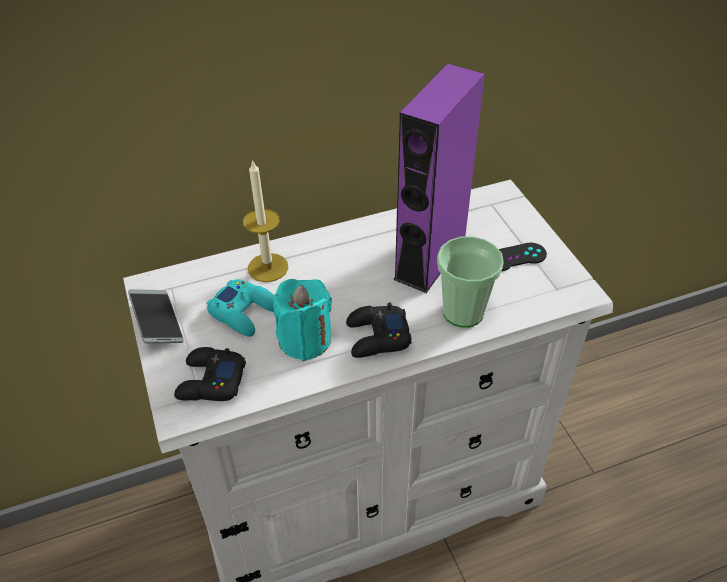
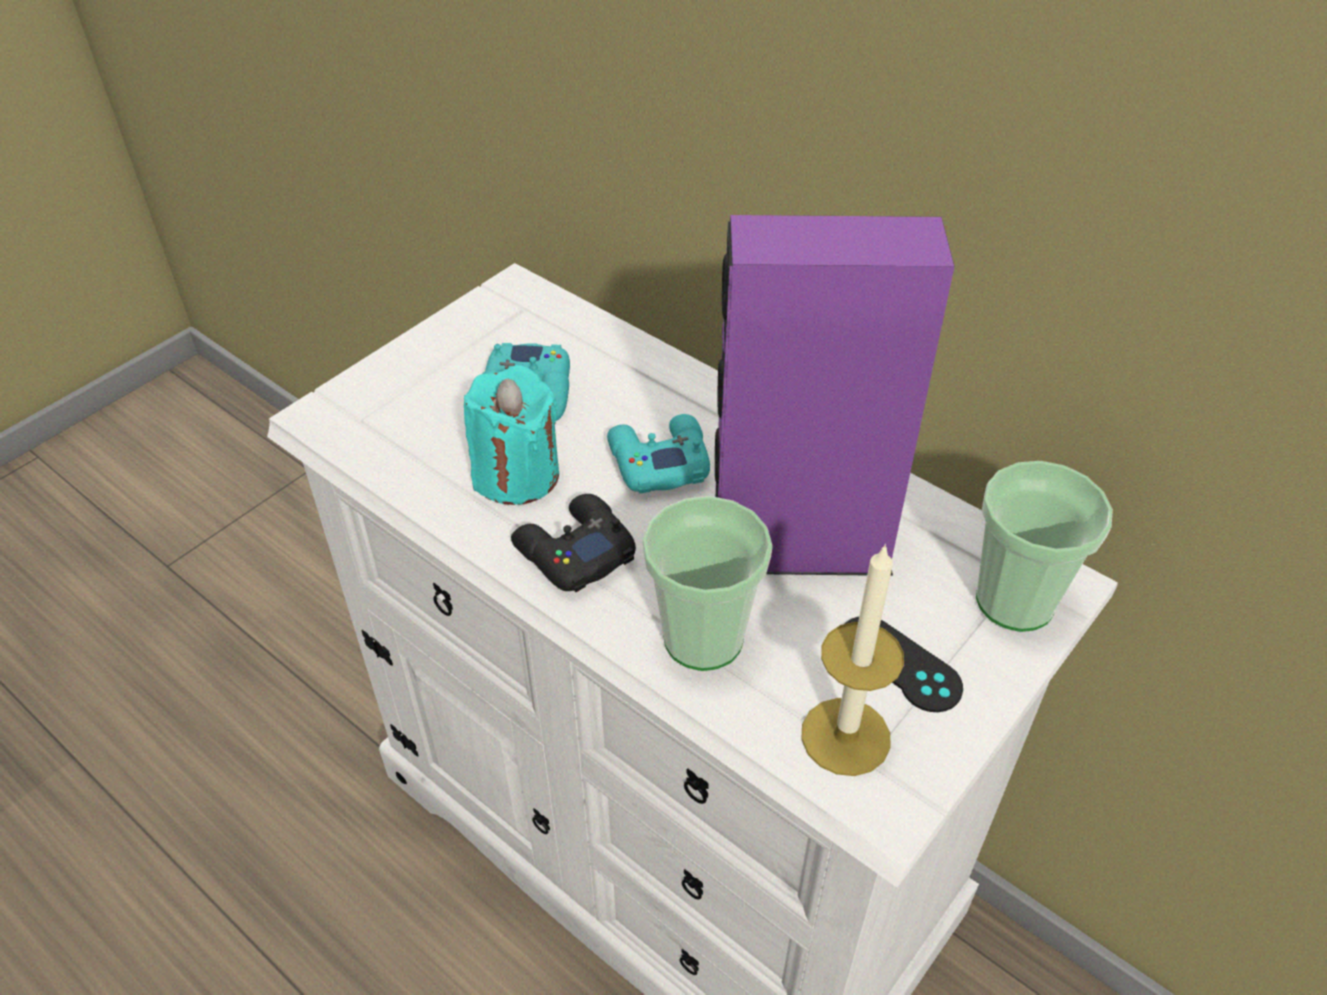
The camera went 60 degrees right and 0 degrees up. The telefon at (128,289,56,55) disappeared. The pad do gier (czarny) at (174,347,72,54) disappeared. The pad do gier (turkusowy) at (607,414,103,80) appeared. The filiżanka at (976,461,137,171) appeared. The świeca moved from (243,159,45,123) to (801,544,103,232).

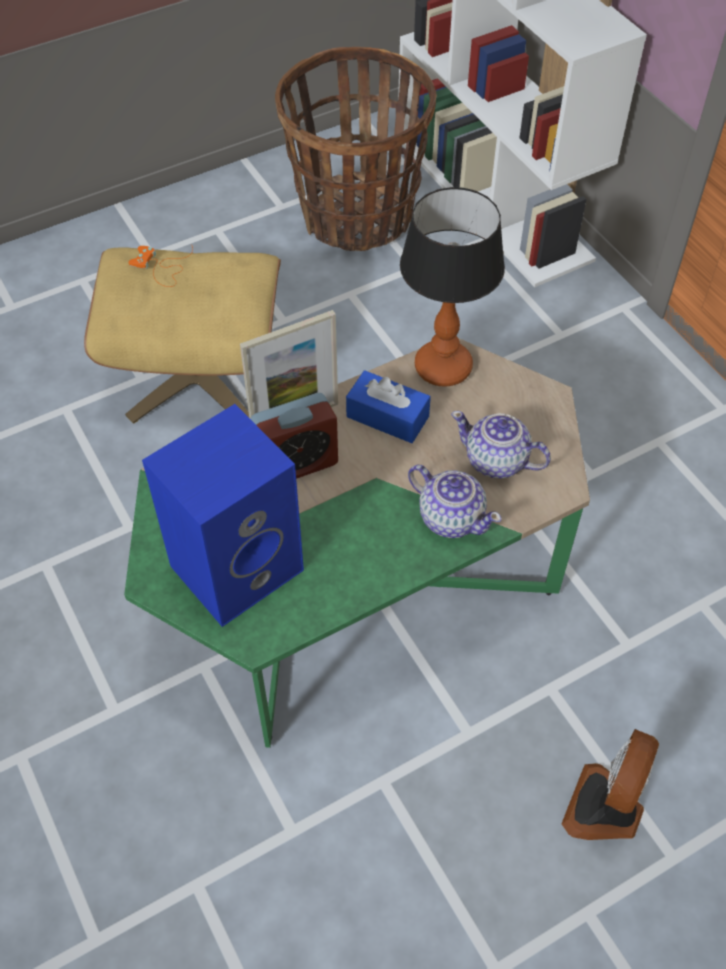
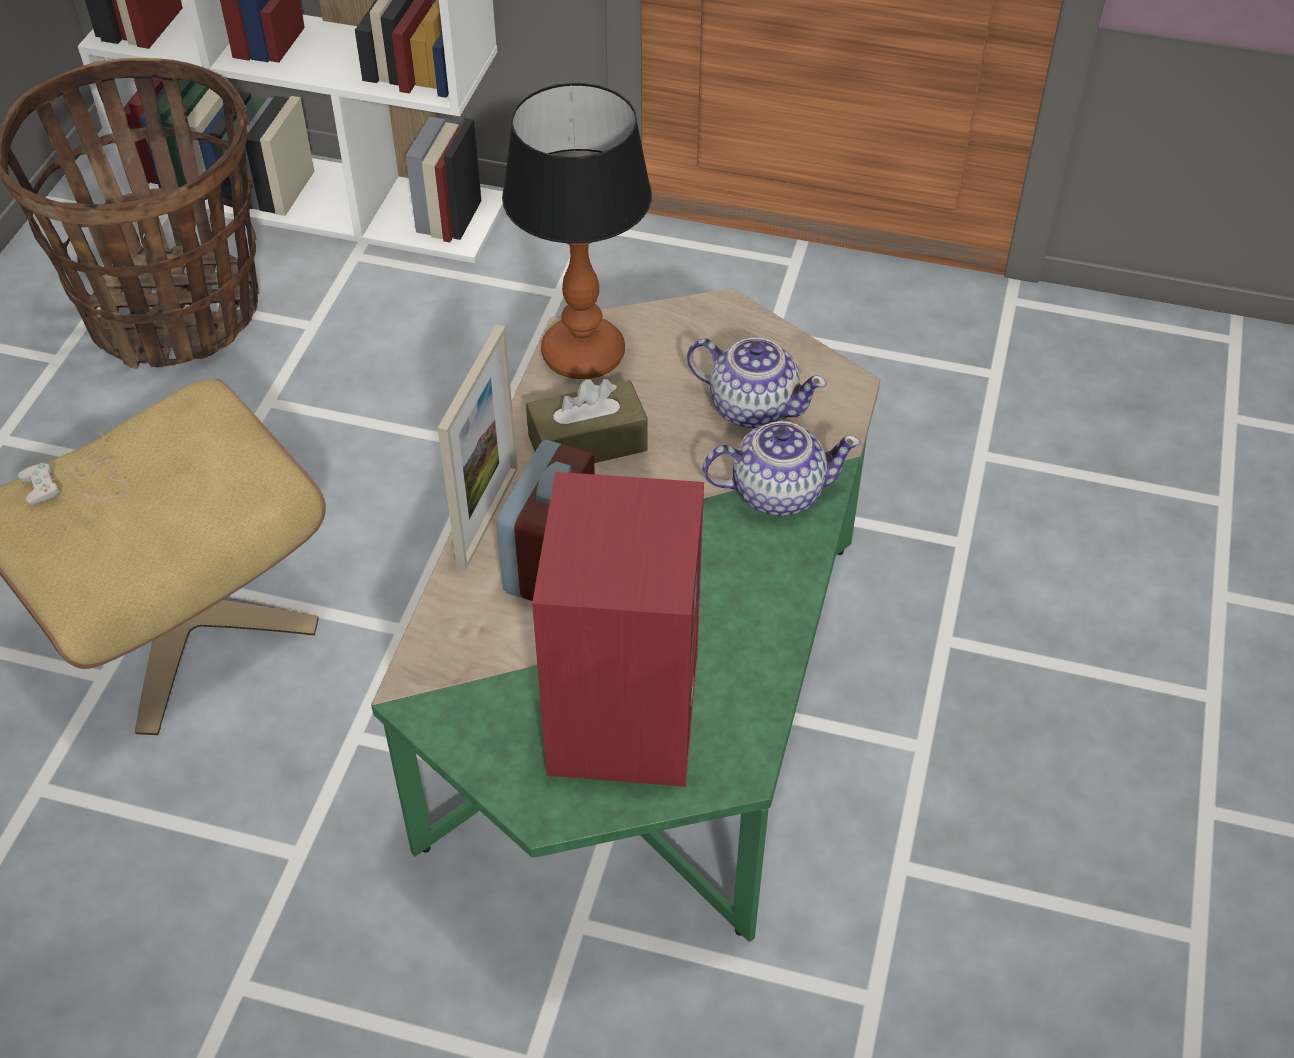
The camera went 45 degrees left and 5 degrees down. The wentylator at (561,729,98,111) disappeared. The pad do gier (pomarańczowy) at (129,244,64,43) became the pad do gier (biały) at (18,428,110,77). The głośnik (niebieski) at (142,404,162,223) became the głośnik (czerwony) at (532,472,172,315). The pudełko chusteczek (niebieski) at (346,370,85,73) became the pudełko chusteczek (brązowy) at (526,379,122,84). The imbryk at (451,411,100,67) turned 135 degrees counterclockwise.

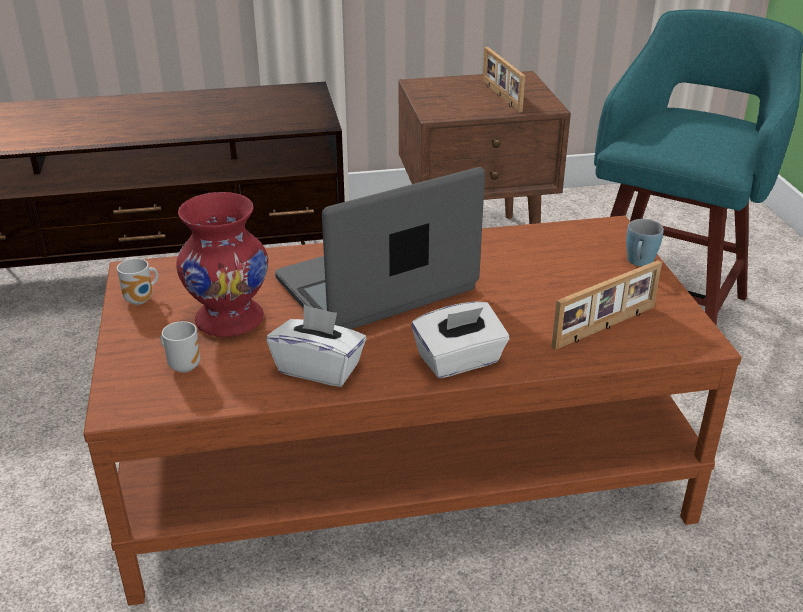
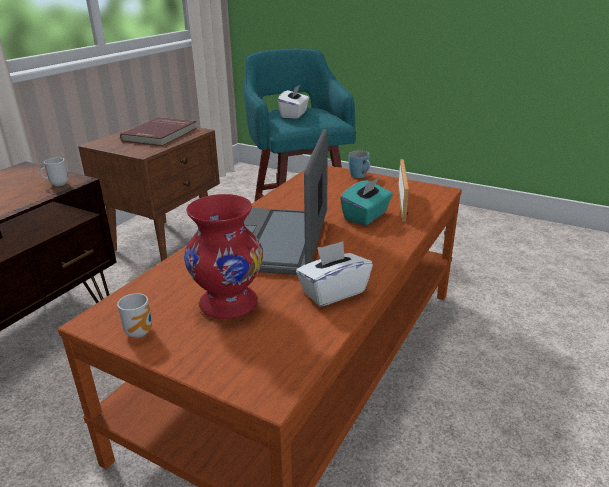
The camera went 50 degrees left and 5 degrees down. The pudełko chusteczek (turkusowy) at (340,178,53,47) appeared. The kubek moved from (160,321,40,52) to (40,158,28,28). The pudełko chusteczek (biały) moved from (411,301,98,77) to (278,85,31,34). The ramka na zdjęcie at (483,47,42,65) was replaced by the książka (czerwony) at (120,117,77,29).

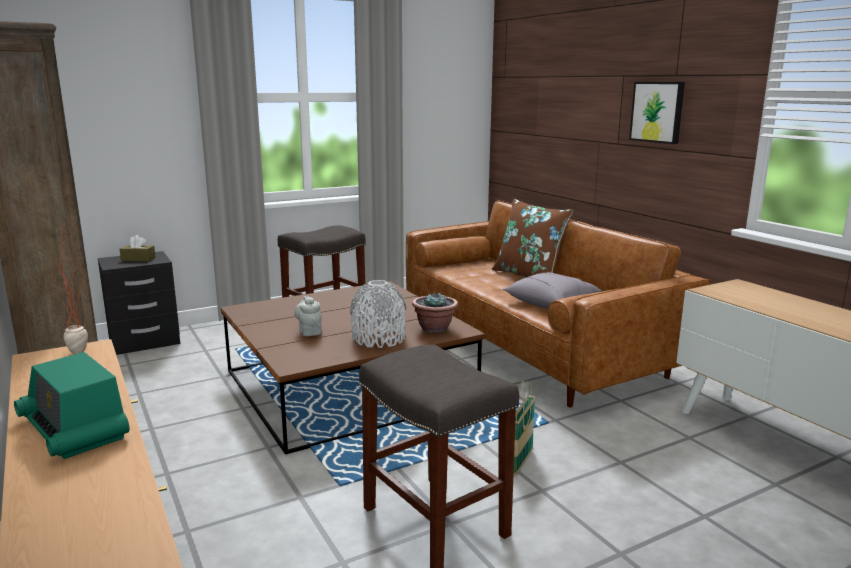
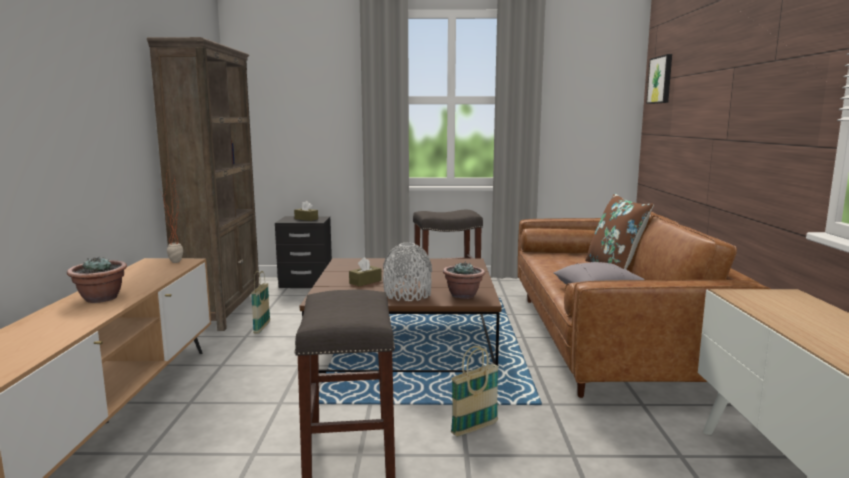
The camera went 30 degrees right and 5 degrees down. The koszyk at (251,271,19,62) appeared. The obraz moved from (629,82,56,62) to (646,54,26,50). The radio at (14,352,115,107) was replaced by the roślina doniczkowa at (67,257,60,46). The imbryk (szary) at (294,296,28,40) was replaced by the pudełko chusteczek (brązowy) at (349,257,33,29).

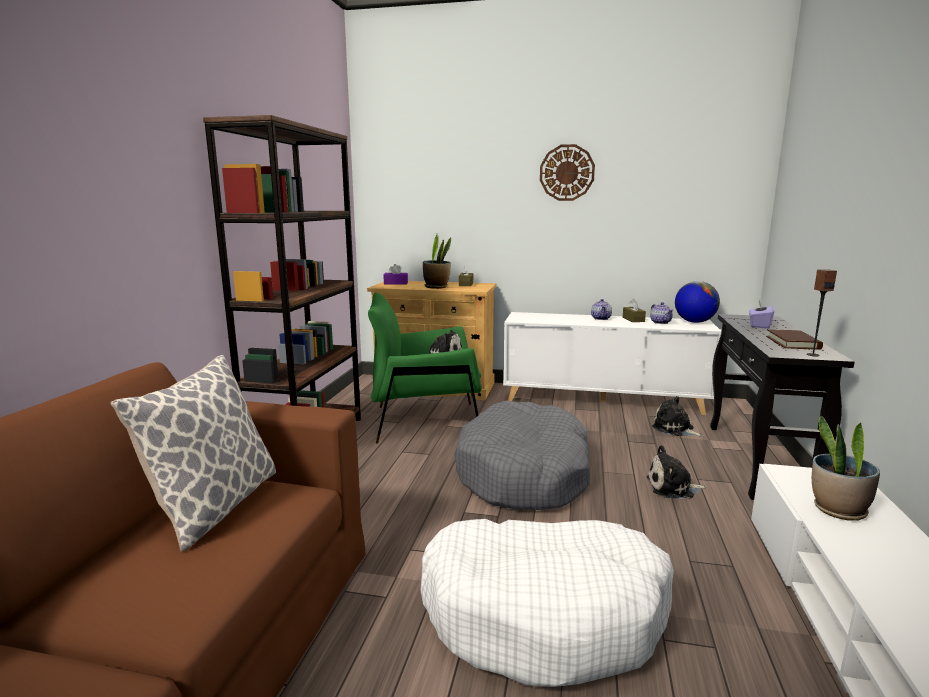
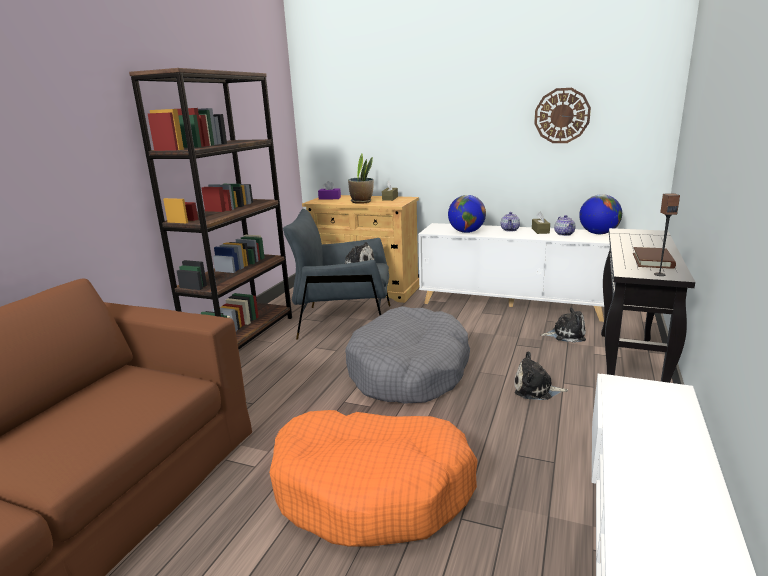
The camera went 10 degrees right and 5 degrees up. The poduszka at (110,355,166,197) disappeared. The pudełko chusteczek (fioletowy) at (749,299,25,30) disappeared. The roślina doniczkowa at (812,416,68,105) disappeared. The globus at (448,195,38,38) appeared. The zegar ścienny moved from (540,144,55,57) to (534,88,57,55). The fotel (zielony) at (368,292,114,152) became the fotel (szary) at (283,209,107,131). The legowisko (biały) at (420,519,254,168) became the legowisko (pomarańczowy) at (269,410,209,137). The pluszak at (652,396,52,41) turned 135 degrees clockwise.

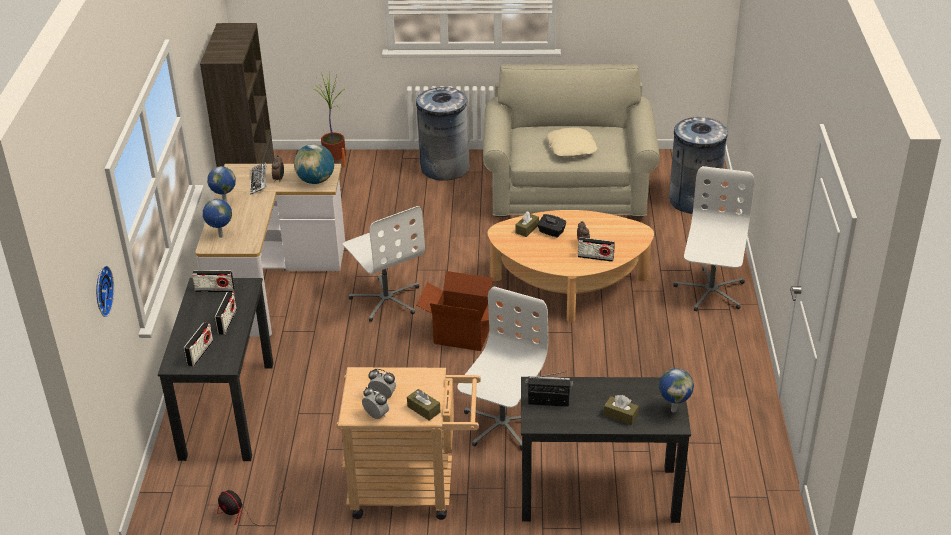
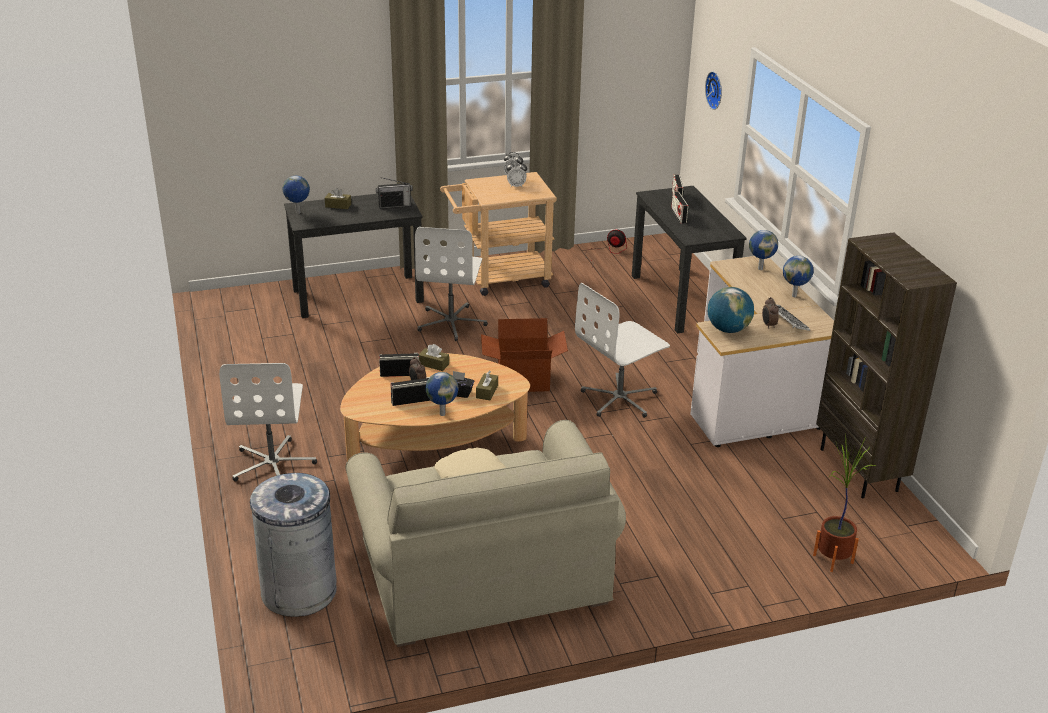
The camera went 160 degrees right and 5 degrees down. The kosz na śmieci (szary) at (416,87,54,94) disappeared. The globus at (426,372,32,44) appeared. The radio moved from (192,270,43,22) to (390,377,41,29). The pudełko chusteczek (brązowy) moved from (407,389,33,32) to (419,344,30,27). The krzesło biurowe (biały) at (343,206,82,116) turned 75 degrees counterclockwise.

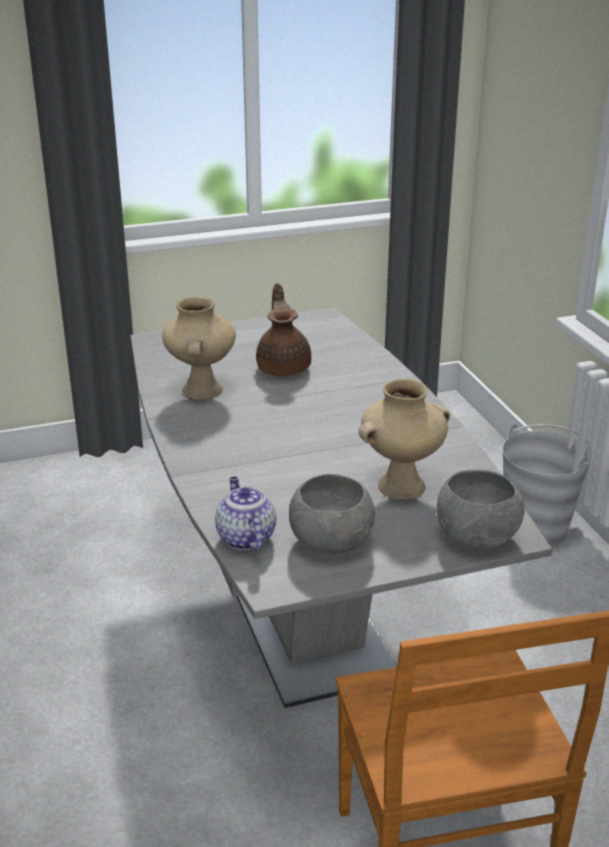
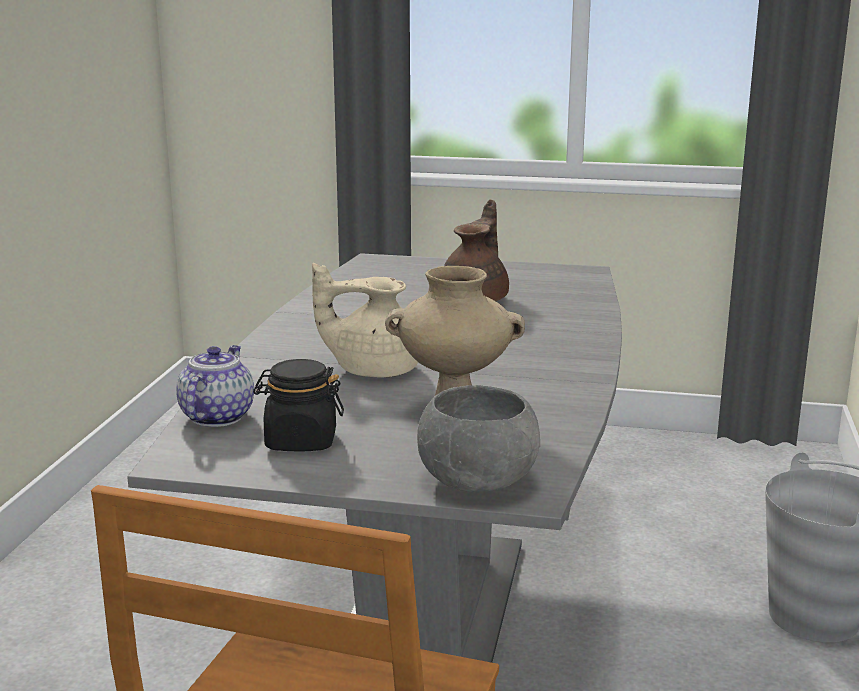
The camera went 30 degrees right and 10 degrees down. The wazon (beżowy) at (162,297,74,103) disappeared. The imbryk (beżowy) at (312,263,106,115) appeared. The miska (szary) at (289,474,86,80) was replaced by the słoik (czarny) at (253,359,91,93).

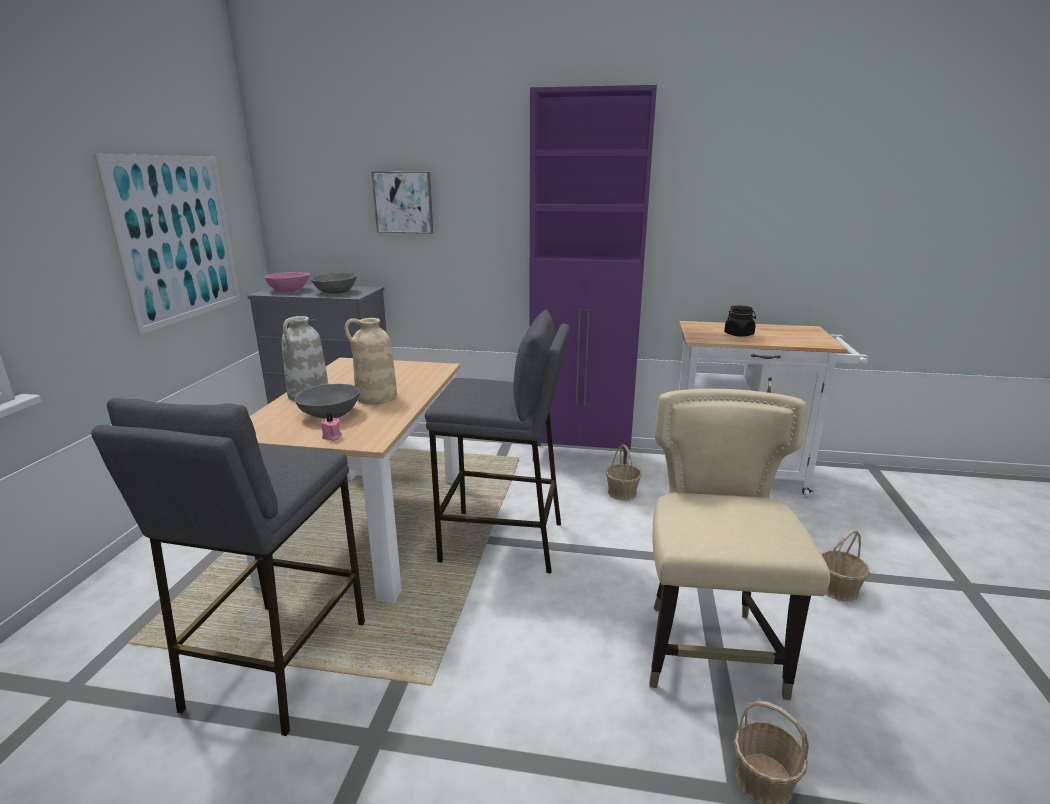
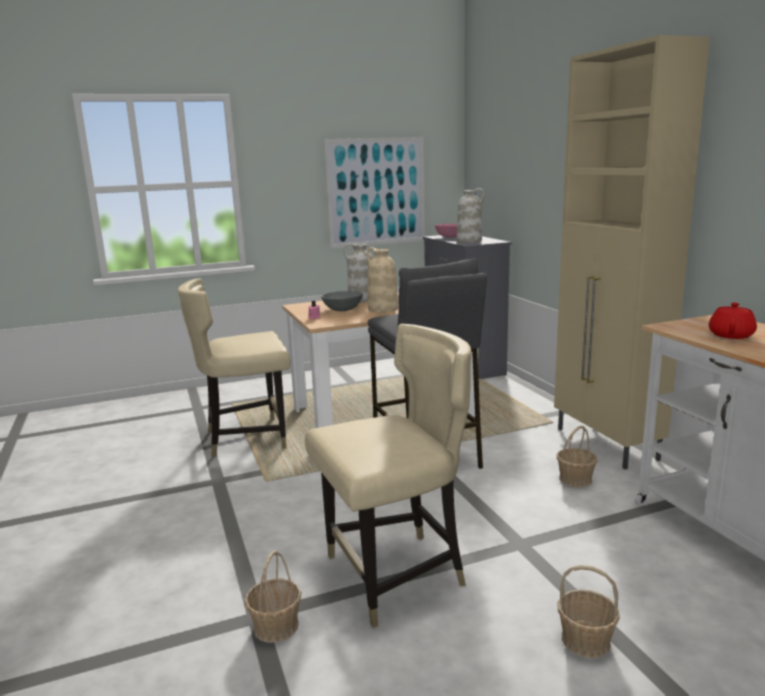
The camera went 60 degrees right and 5 degrees down. The obraz at (372,172,61,62) disappeared. The stołek (szary) at (91,398,274,338) was replaced by the krzesło (beżowy) at (178,278,112,179). The miska (szary) at (311,273,46,21) was replaced by the wazon (biały) at (457,188,28,55). The słoik (czarny) at (724,306,32,31) was replaced by the imbryk (czerwony) at (709,303,48,36). The szafka (fioletowy) at (529,85,128,379) became the szafka (beżowy) at (554,35,156,434).

